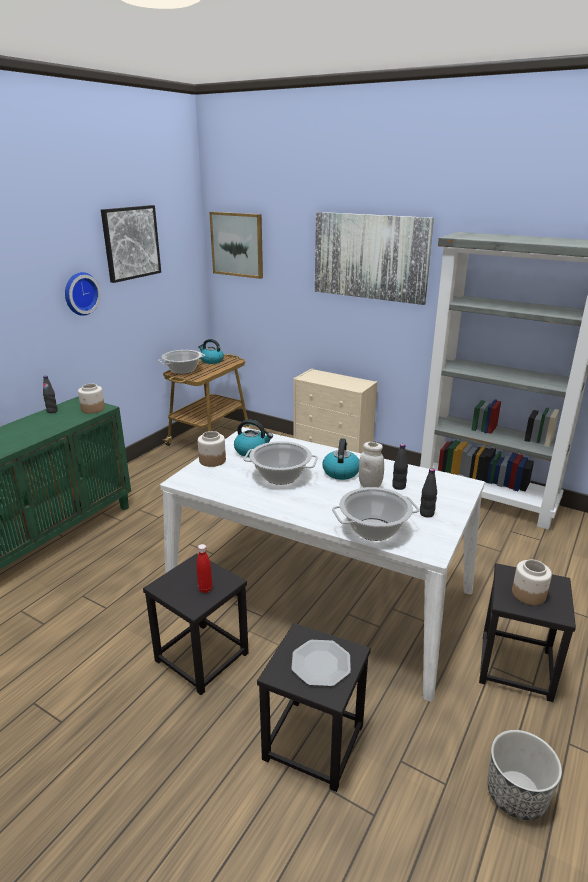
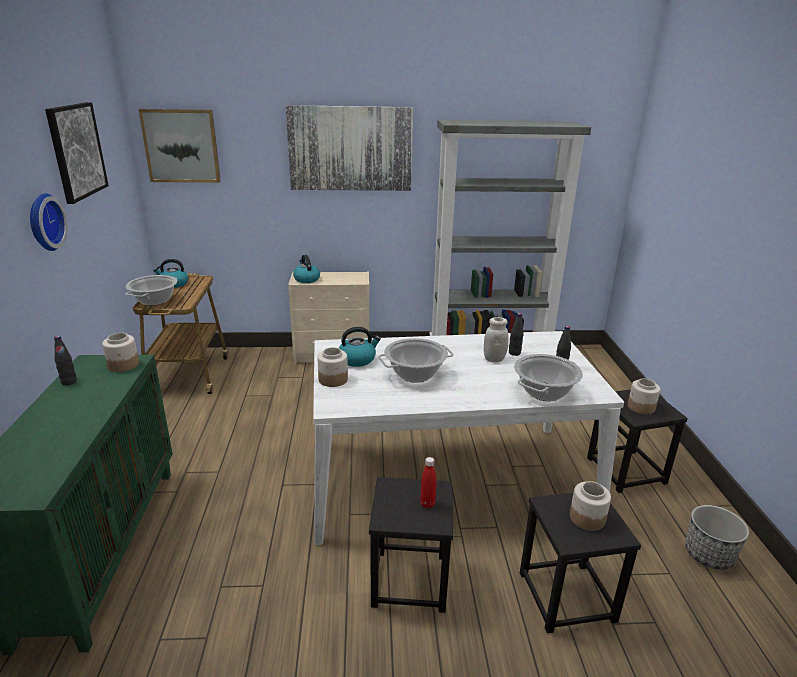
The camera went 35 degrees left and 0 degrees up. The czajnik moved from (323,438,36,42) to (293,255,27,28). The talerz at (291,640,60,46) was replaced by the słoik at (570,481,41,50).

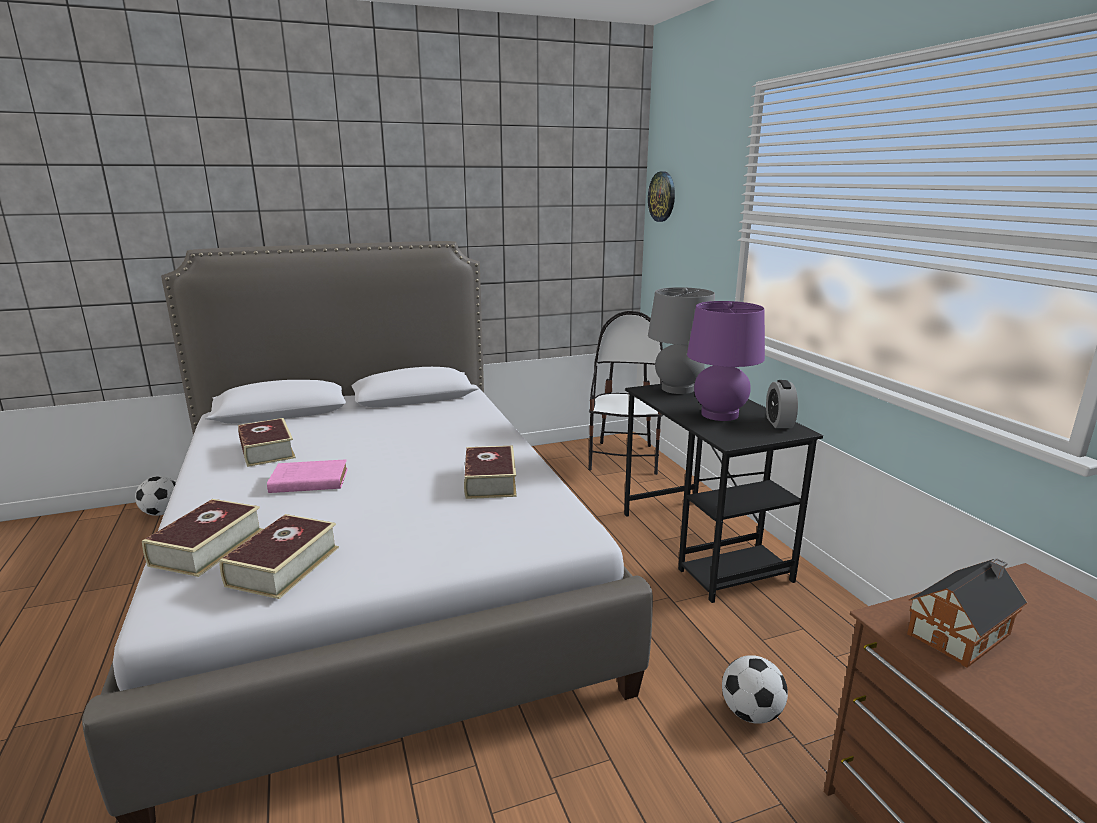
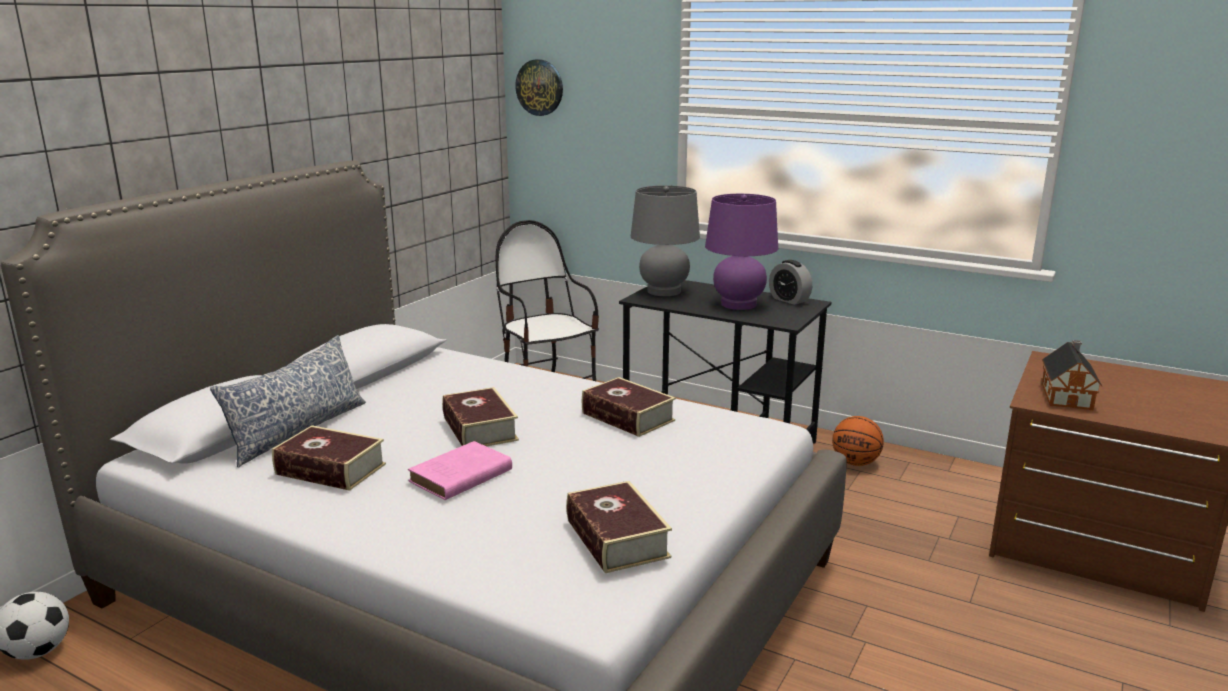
The camera went 40 degrees left and 0 degrees up. The piłka futbolowa at (722,655,66,69) disappeared. The poduszka at (210,335,156,133) appeared. The piłka do koszykówki at (832,416,52,50) appeared. The książka moved from (142,499,121,78) to (442,387,77,59).

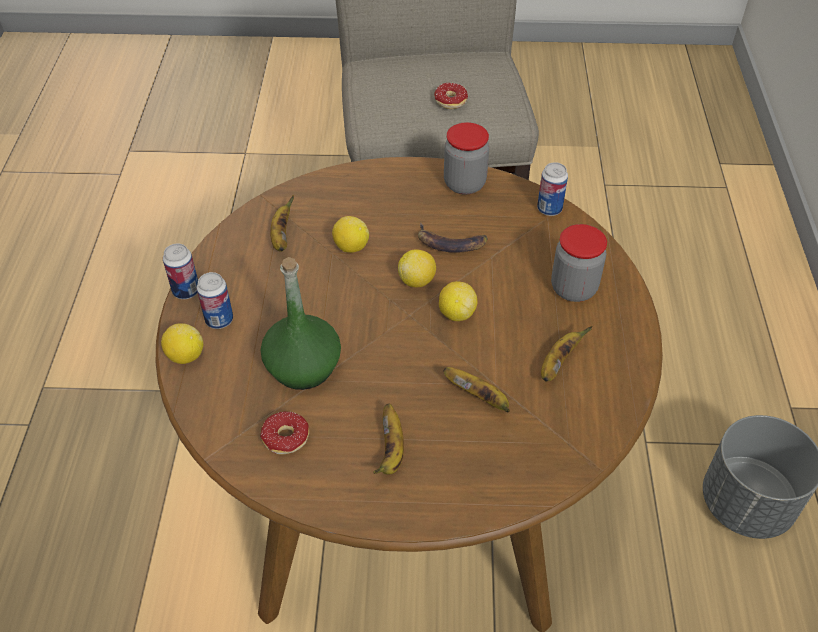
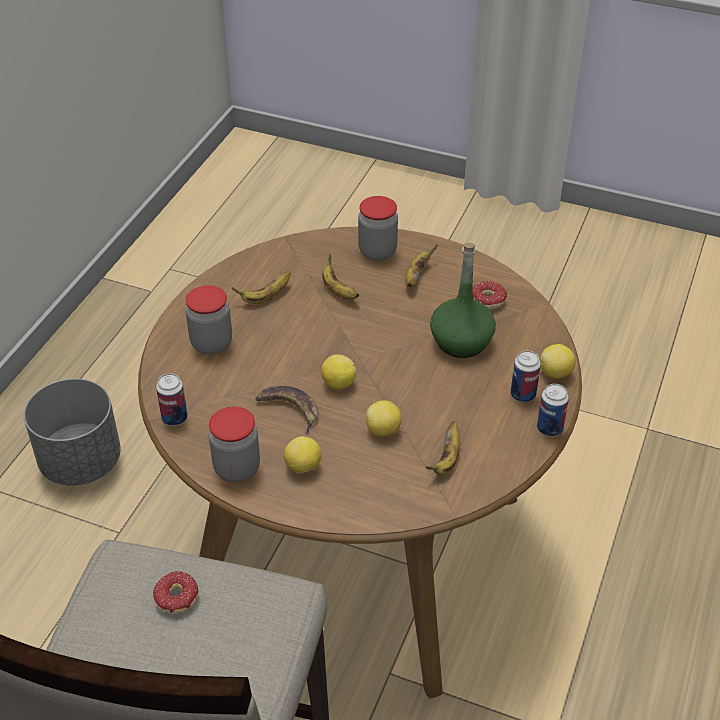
The camera went 160 degrees left and 5 degrees down. The słoik at (358,196,40,64) appeared. The cytryna moved from (439,281,39,40) to (284,436,37,38).

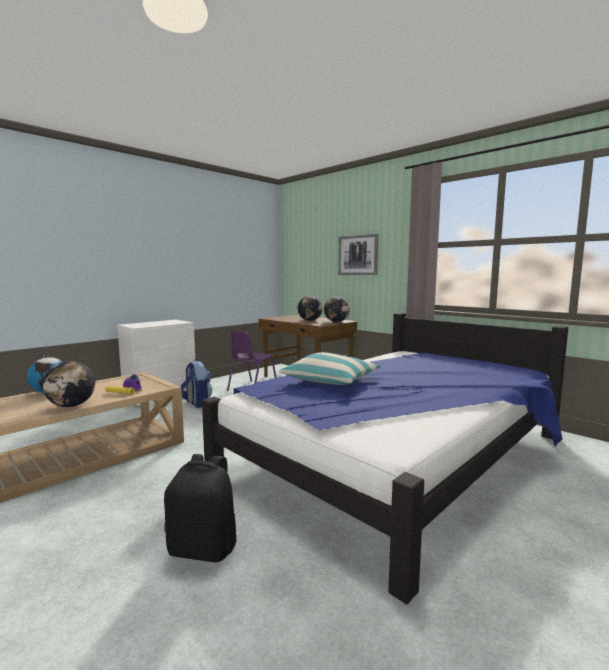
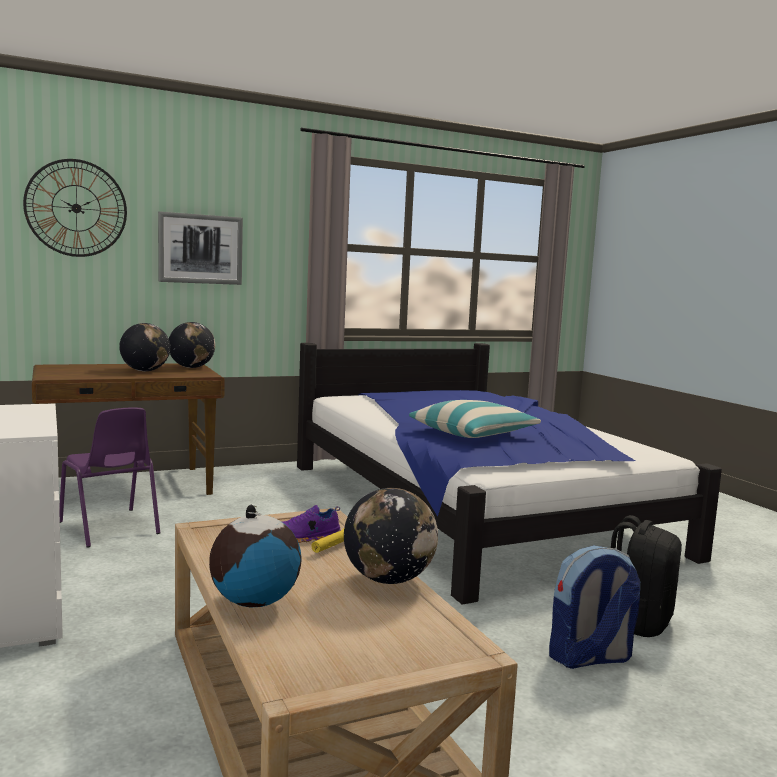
The camera went 70 degrees left and 0 degrees up. The zegar ścienny at (23,159,104,98) appeared. The plecak moved from (181,361,31,47) to (549,545,91,124).

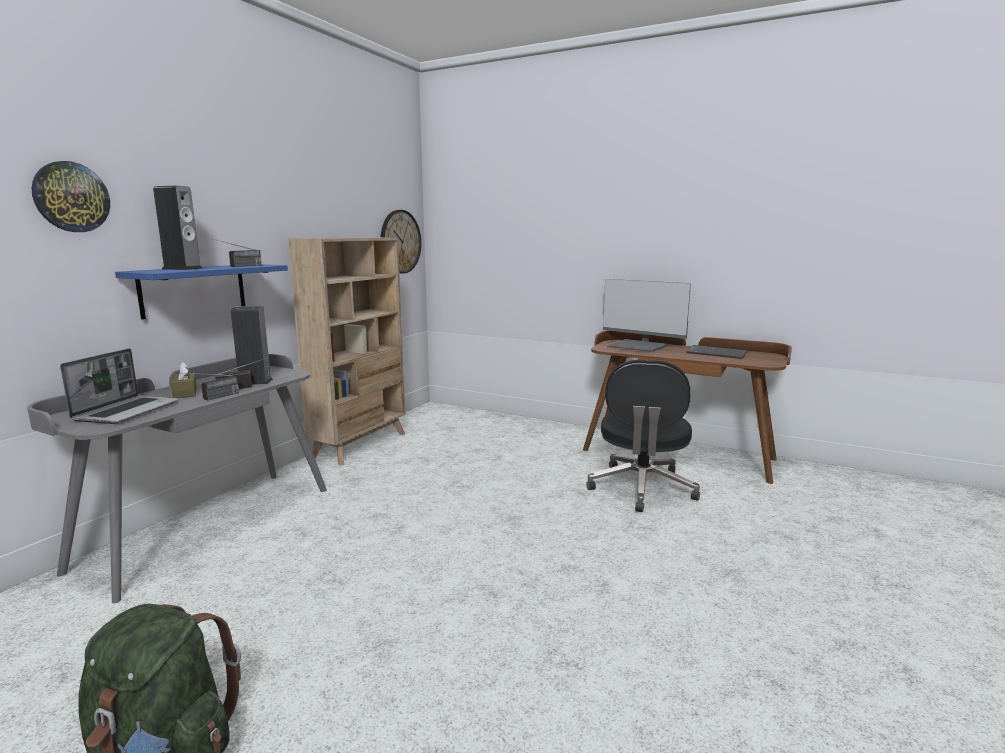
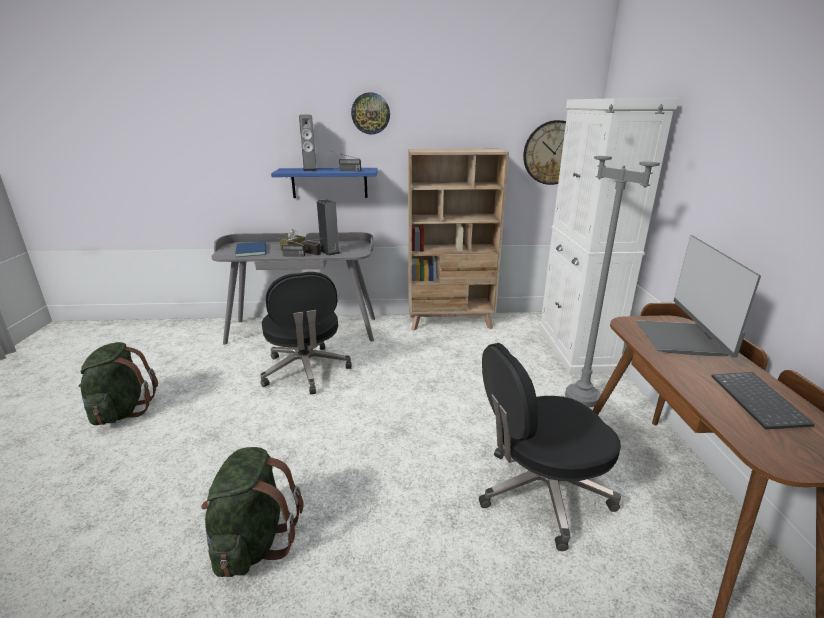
The camera went 60 degrees right and 10 degrees up. The plecak (zielony) at (201,447,103,130) appeared. The krzesło biurowe (czarny) at (260,272,92,122) appeared. The szafka (biały) at (539,98,140,277) appeared. The lampa stojąca (szary) at (565,104,99,304) appeared. The zegar ścienny moved from (32,161,78,71) to (351,92,39,42). The laptop at (60,348,120,76) was replaced by the książka (niebieski) at (235,242,31,15).

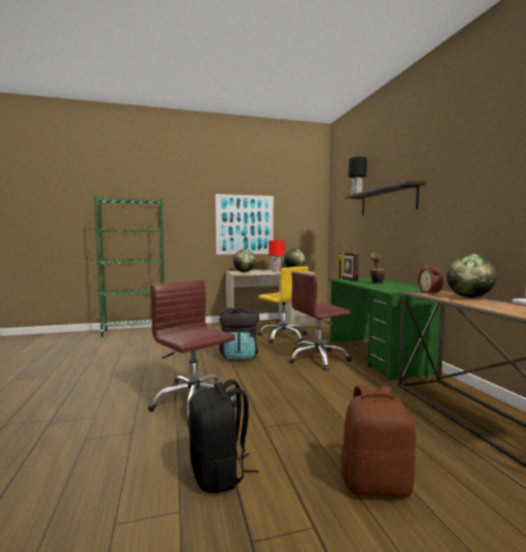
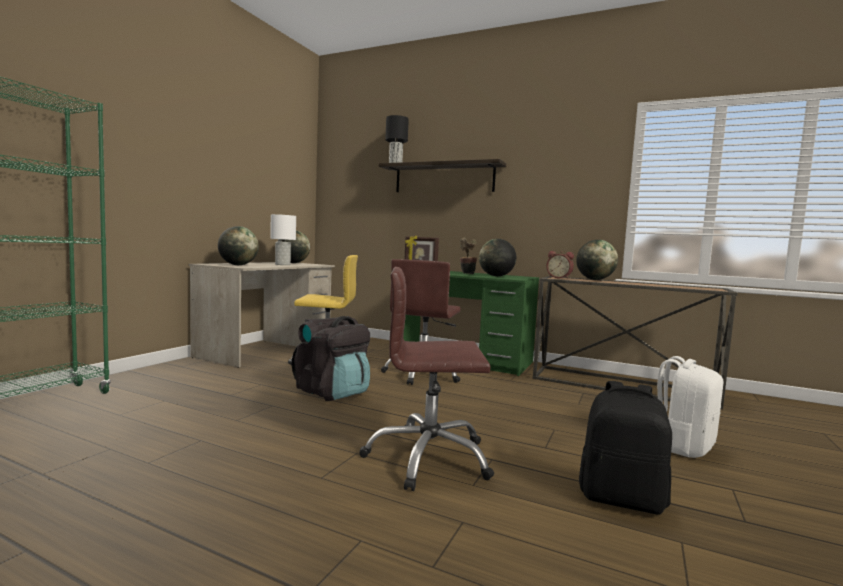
The camera went 50 degrees left and 0 degrees up. The obraz at (215,194,58,61) disappeared. The globus at (479,239,37,37) appeared. The lampa stołowa (czerwony) at (269,240,15,32) became the lampa stołowa (biały) at (270,214,26,51). The plecak (brązowy) at (341,386,75,110) became the plecak (biały) at (657,356,67,102).

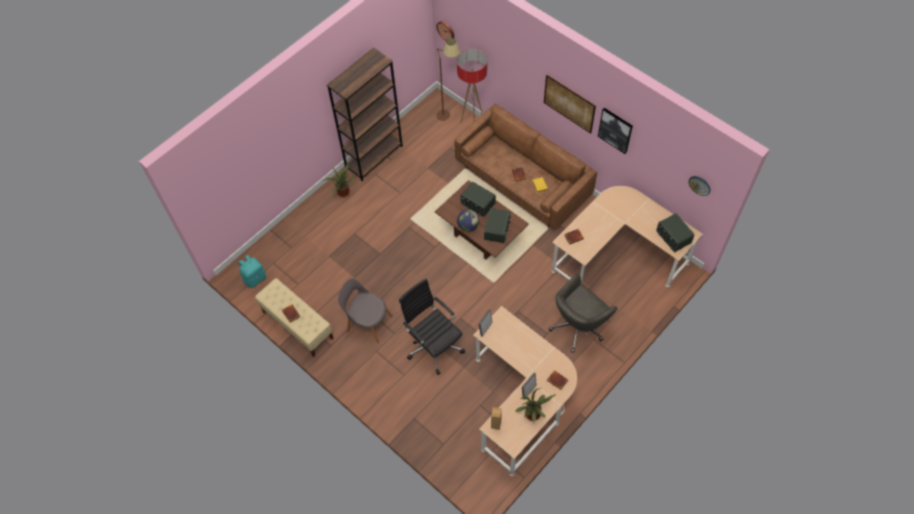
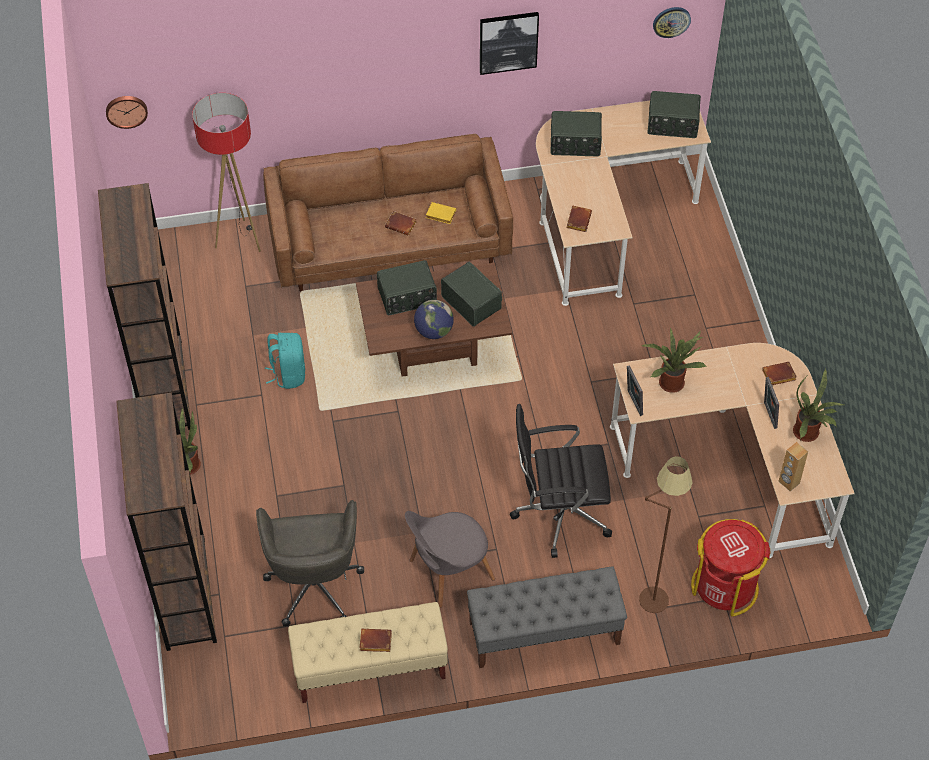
The camera went 55 degrees left and 5 degrees down. The obraz at (544,75,52,59) disappeared. The regał (brązowy) at (116,392,101,259) appeared. The ławka (szary) at (467,566,160,102) appeared. The radio at (550,111,52,45) appeared. The roślina doniczkowa at (642,327,65,66) appeared. The kosz na śmieci (czerwony) at (691,519,79,98) appeared. The plecak (turkusowy) moved from (238,255,28,33) to (265,333,40,56). The lampa stojąca (brązowy) moved from (436,38,24,83) to (639,456,54,157). The krzesło biurowe (szary) moved from (548,274,69,79) to (256,500,108,127).

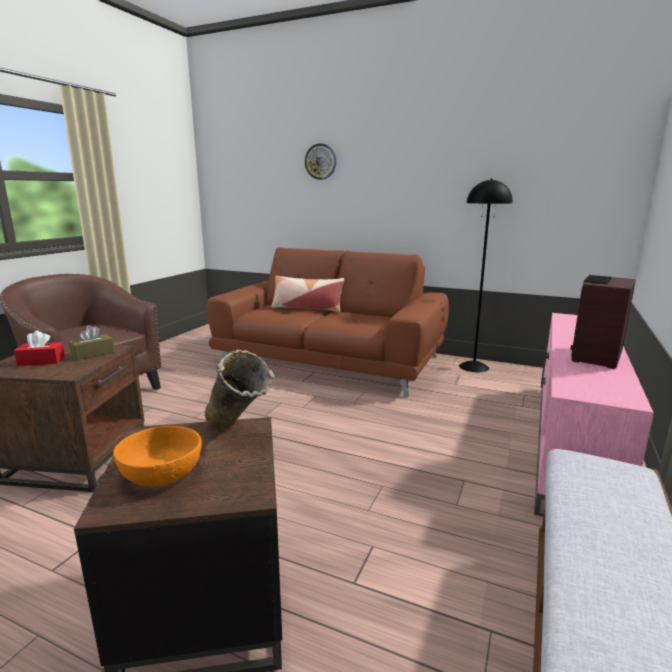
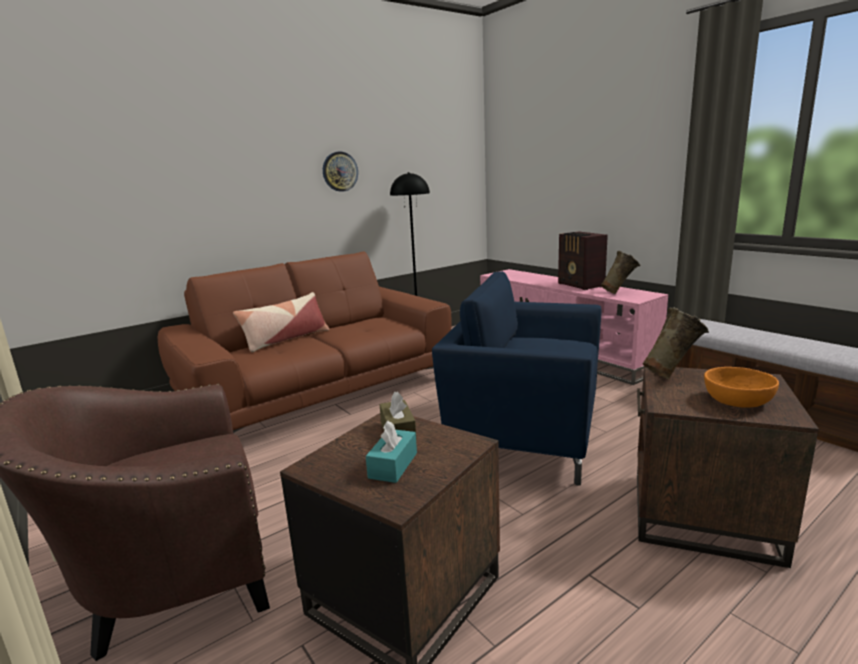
The camera went 60 degrees left and 0 degrees up. The fotel (niebieski) at (432,271,170,215) appeared. The wazon (beżowy) at (601,251,40,43) appeared. The zegar ścienny moved from (305,143,31,37) to (323,152,35,40). The pudełko chusteczek (czerwony) at (14,331,51,35) became the pudełko chusteczek (turkusowy) at (366,421,51,62).

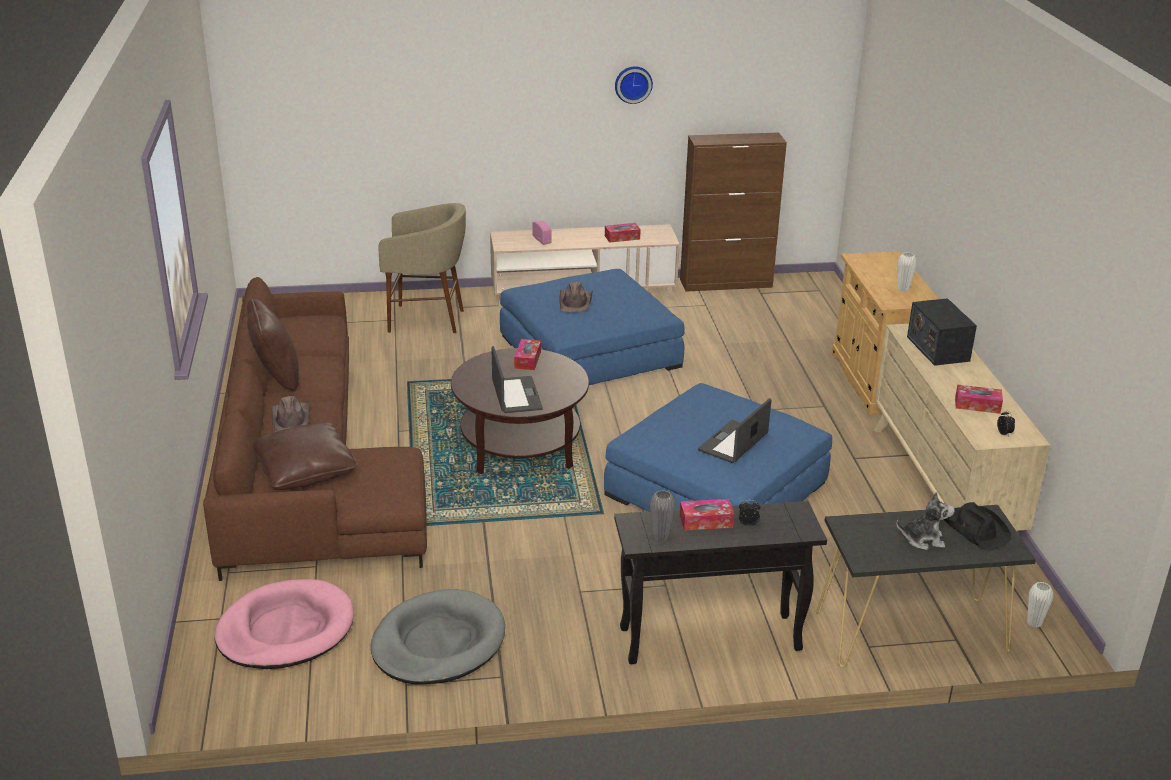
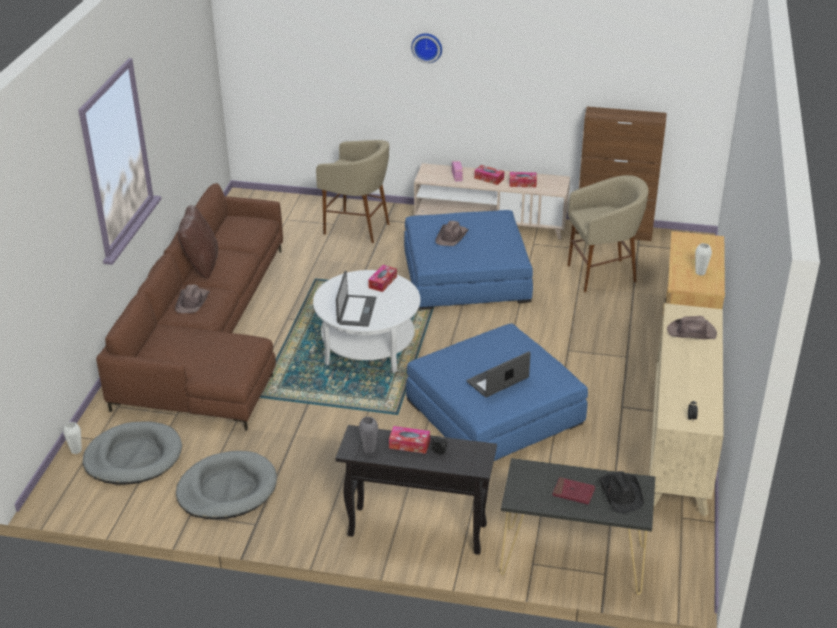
The camera went 20 degrees right and 5 degrees up. The poduszka (brązowy) at (253,422,105,68) disappeared. The stołek (beżowy) at (567,175,82,117) appeared. The zegar ścienny moved from (615,66,38,38) to (411,33,31,30). The pudełko chusteczek moved from (955,384,48,30) to (474,165,30,20). The wazon (biały) moved from (1027,582,27,46) to (63,422,19,32). The pluszak at (896,492,59,58) was replaced by the książka (czerwony) at (552,477,43,28). The radio at (907,298,70,68) was replaced by the kapelusz (brązowy) at (667,316,50,23). The legowisko (różowy) at (215,579,139,90) became the legowisko (szary) at (83,421,99,64). The ława (brązowy) at (451,348,138,126) became the ława (biały) at (313,270,107,103).

